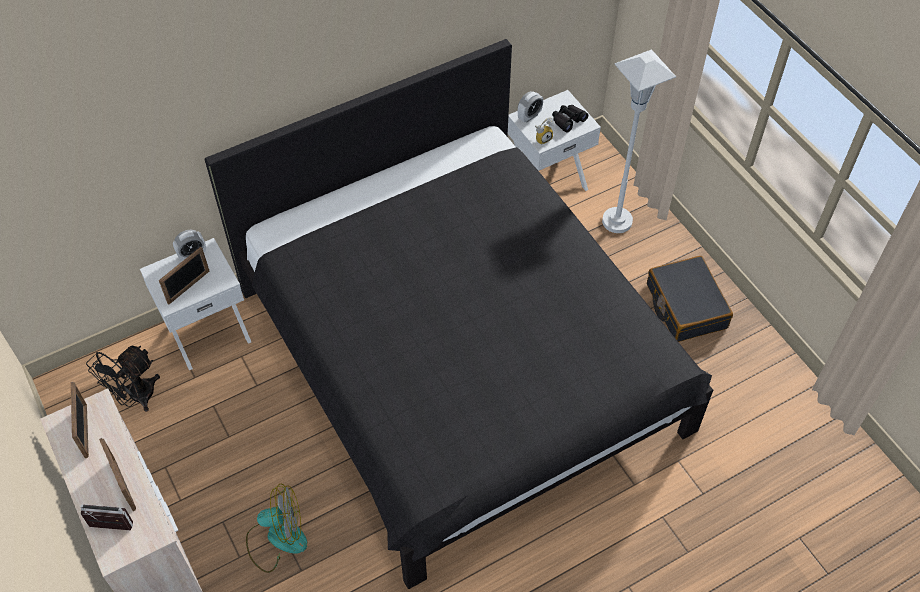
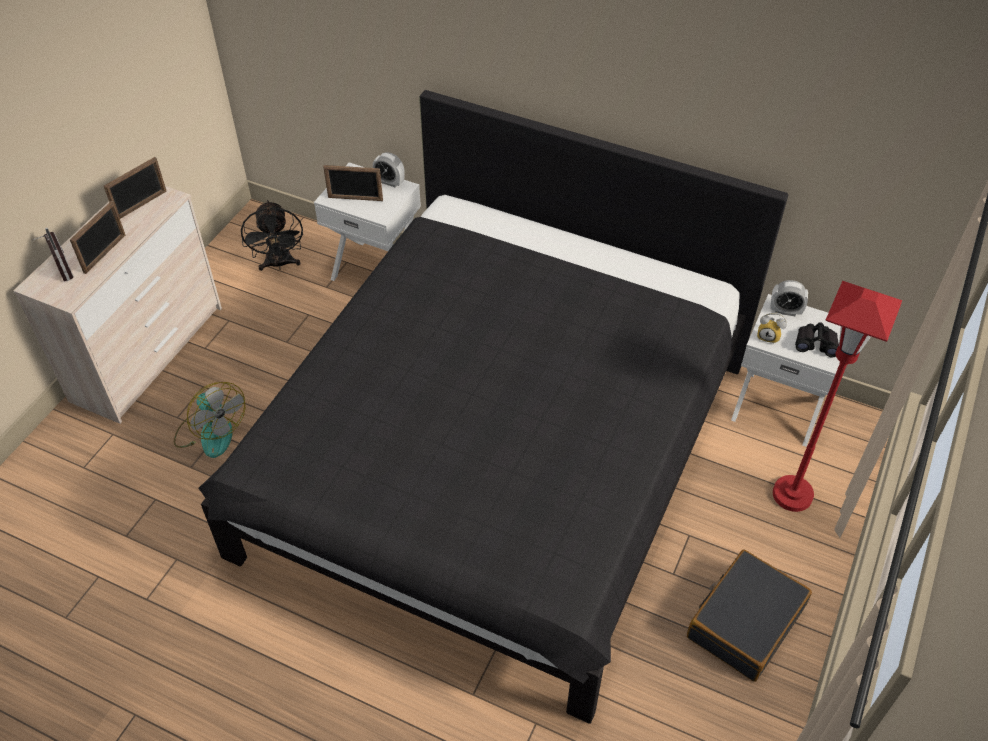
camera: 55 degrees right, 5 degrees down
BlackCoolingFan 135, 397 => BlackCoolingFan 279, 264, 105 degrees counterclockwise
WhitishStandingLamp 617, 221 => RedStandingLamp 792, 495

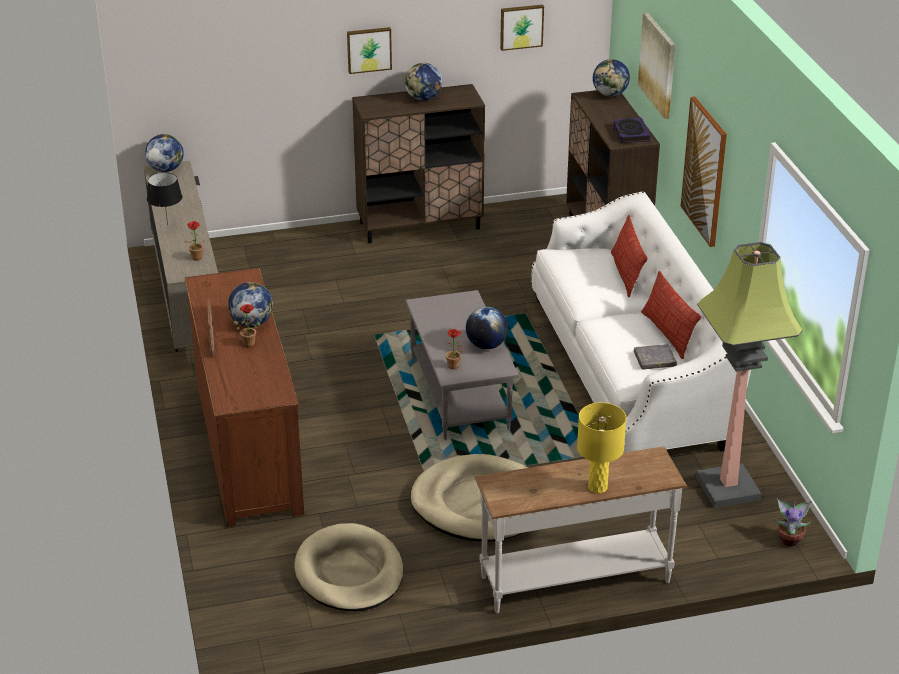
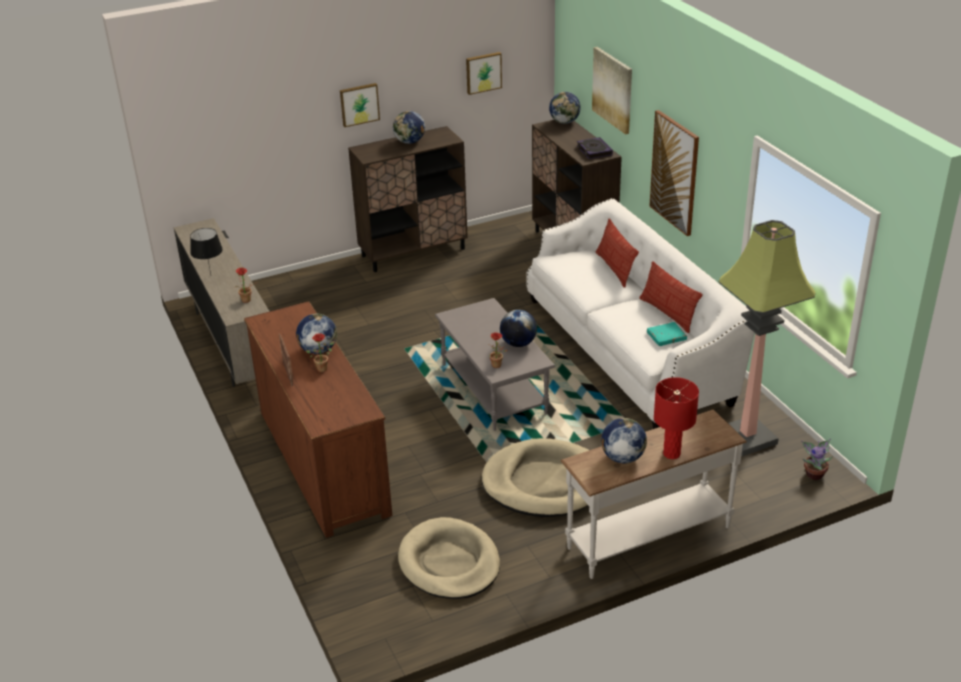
camera: 10 degrees left, 0 degrees up
WorldGlobe 166, 169 => WorldGlobe 622, 457, moved
YellowColouredTableLamp 597, 487 => RedTableLamp 671, 454
GreyVolume 654, 359 => TurquoiseColouredVolume 666, 336

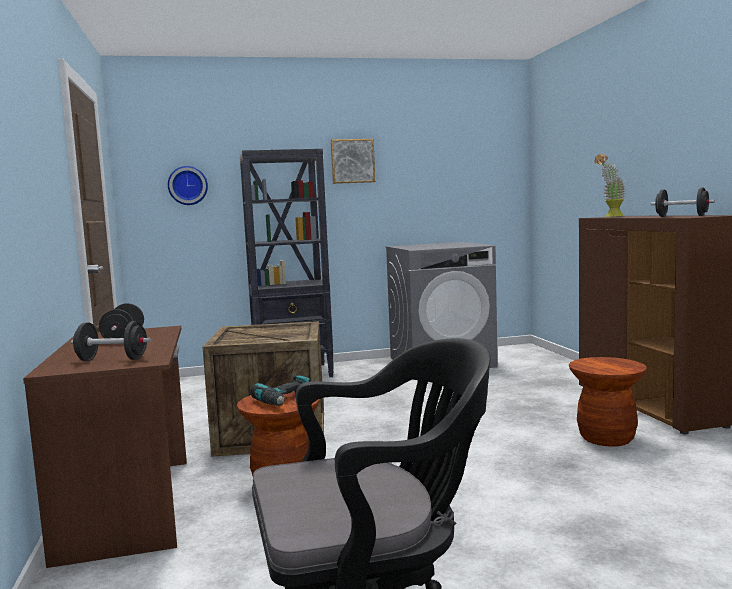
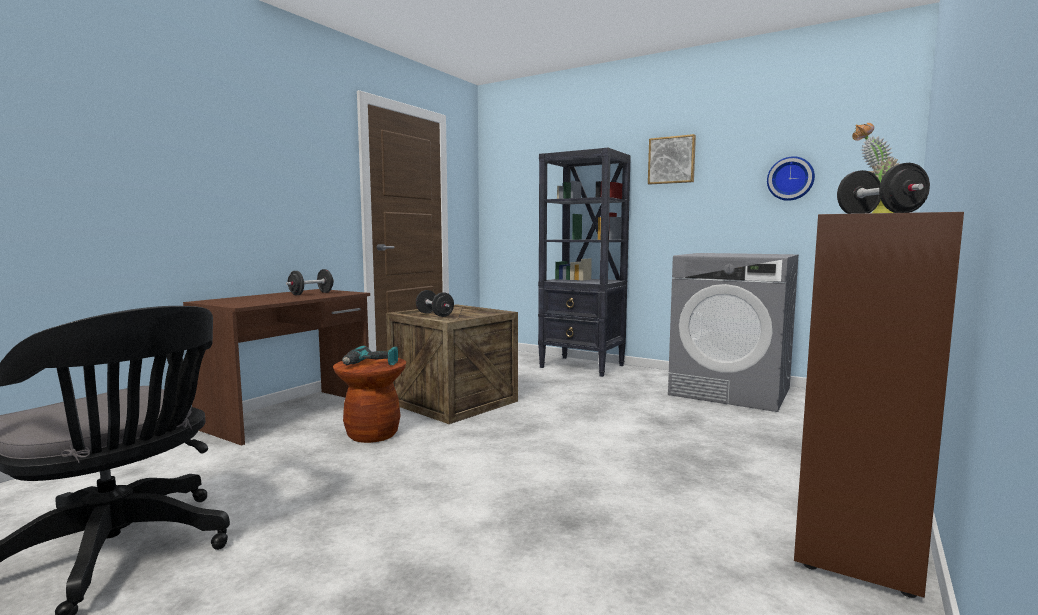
camera: 45 degrees right, 0 degrees up
BlackFreeWeight 112, 359 => BlackFreeWeight 434, 315, moved
HangingClock 188, 185 => HangingClock 790, 179, moved
BrownishStool 606, 438 => nothing

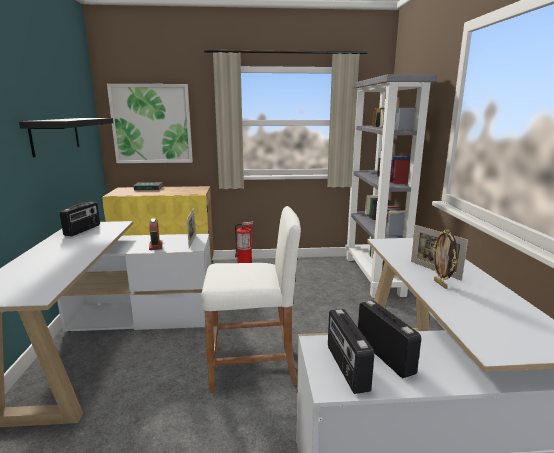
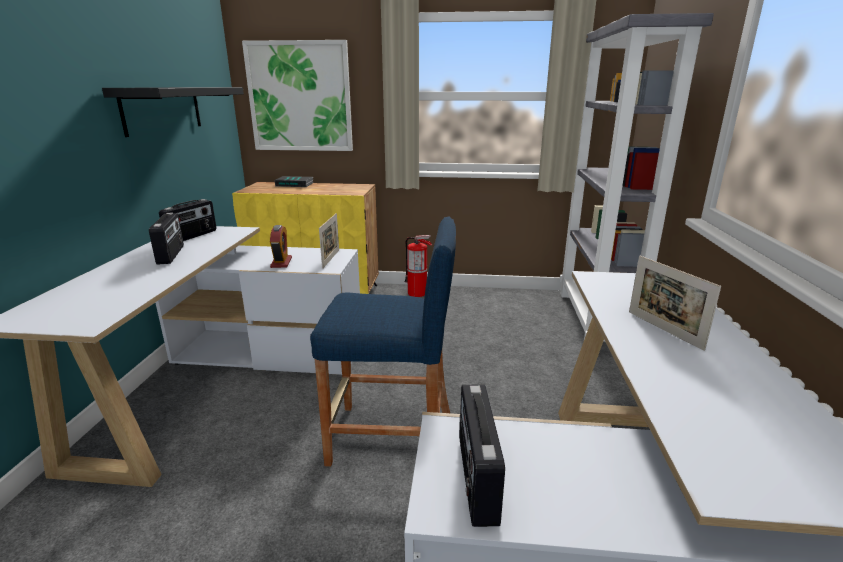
camera: 10 degrees right, 5 degrees up
WhitishStool 253, 367 => BlueColouredStool 391, 438
RadioSet 385, 355 => RadioSet 171, 254, moved
PhotoFrame 441, 284 => nothing

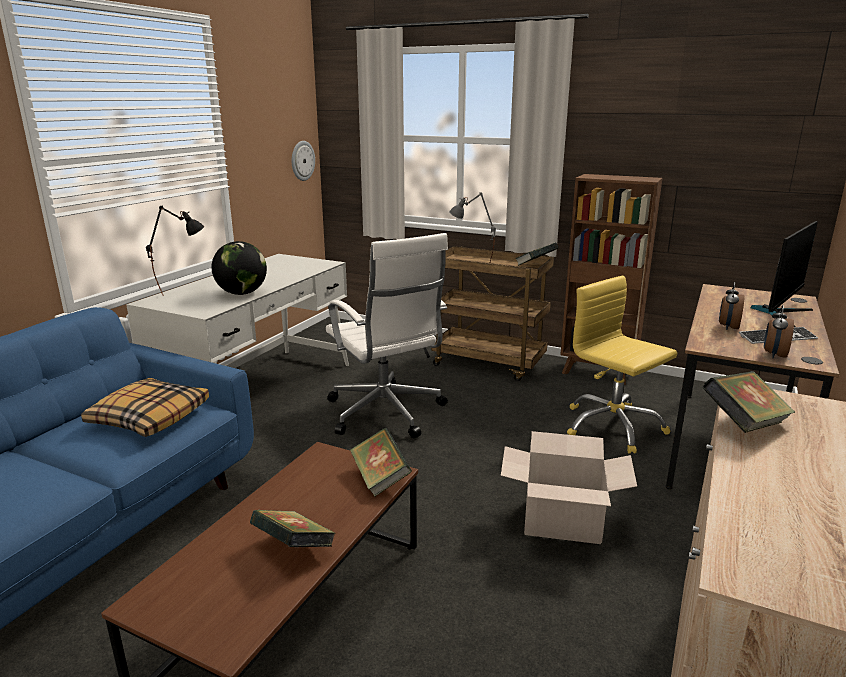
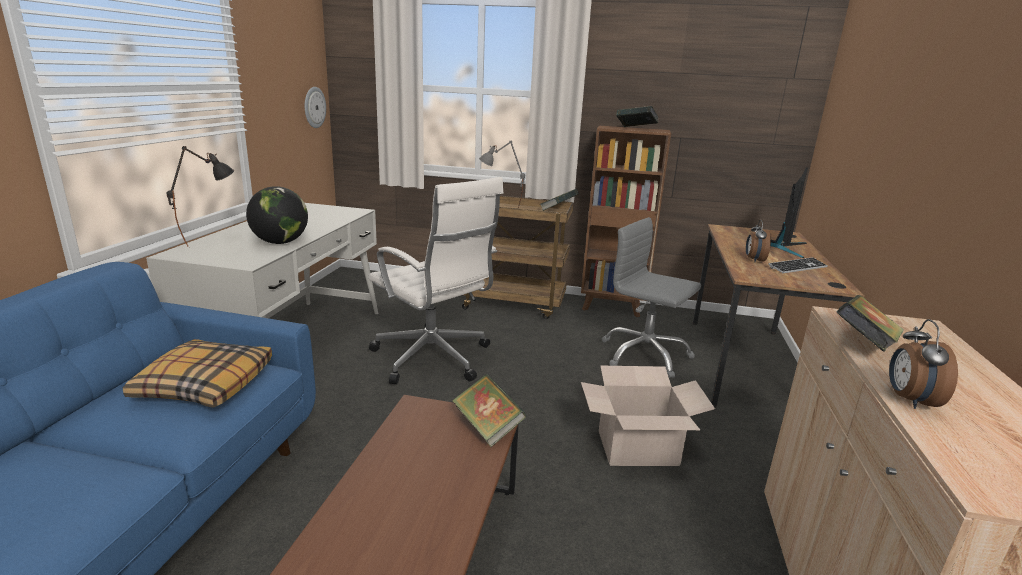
camera: 15 degrees left, 0 degrees up
Volume 294, 548 => Volume 636, 129, moved
YellowColouredDeskChair 612, 426 => GreyDeskChair 644, 355
BedsideClock 774, 355 => BedsideClock 909, 400, moved

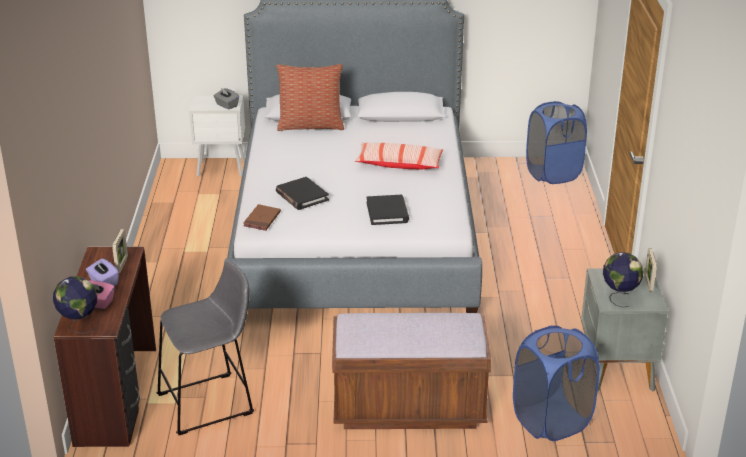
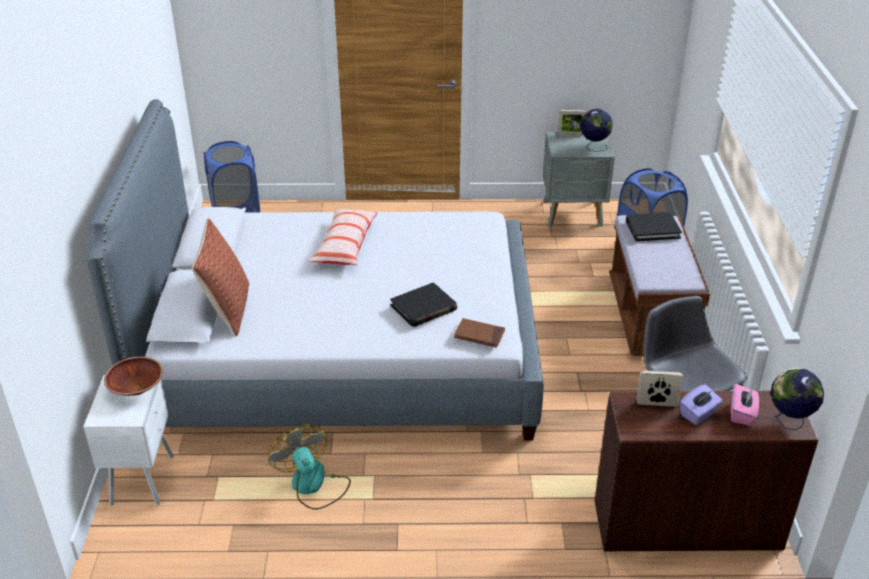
camera: 90 degrees left, 5 degrees up
GreyTissueHolder 226, 105 => BrownishBowl 136, 388
BlackVolume 387, 212 => BlackVolume 652, 229, moved
nothing => CoolingFan 313, 485

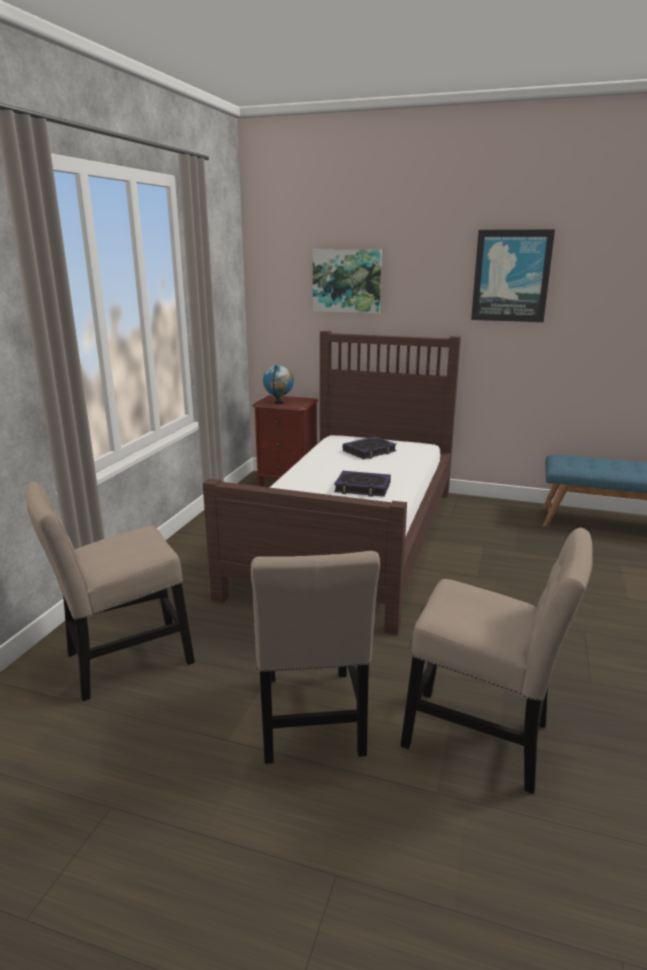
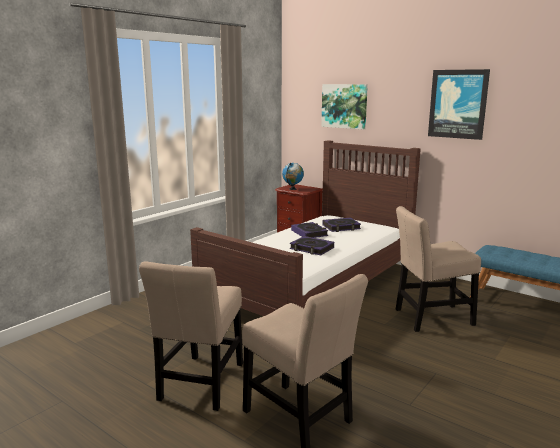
camera: 20 degrees right, 5 degrees down
SandColouredPlainChair 122, 661 => SandColouredPlainChair 430, 318, moved
nothing => Volume 309, 233

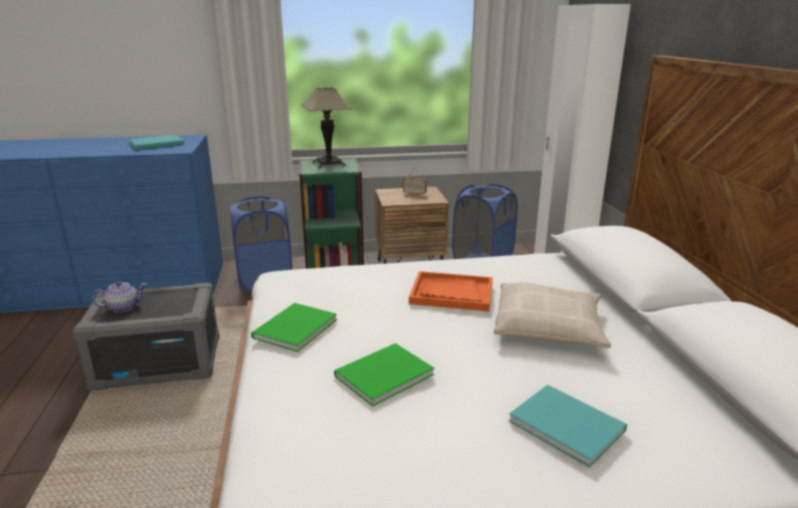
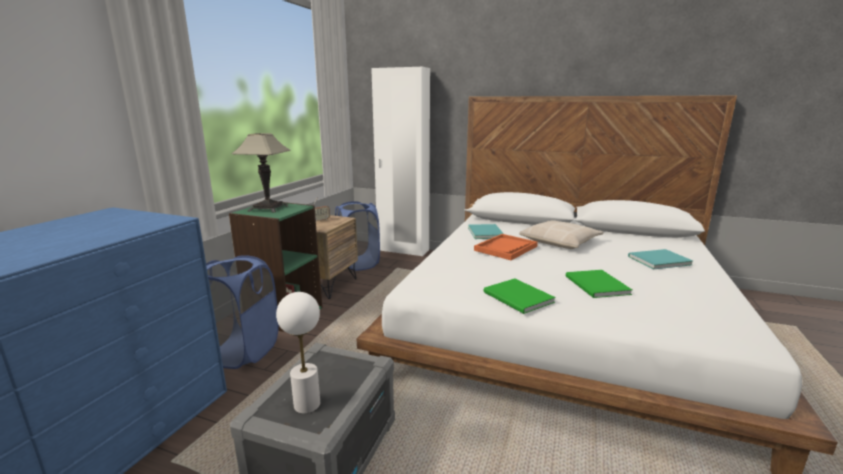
camera: 60 degrees left, 5 degrees down
TeaPot 123, 307 => WhitishTableLamp 306, 404
TurquoiseColouredVolume 158, 144 => TurquoiseColouredVolume 486, 232, moved

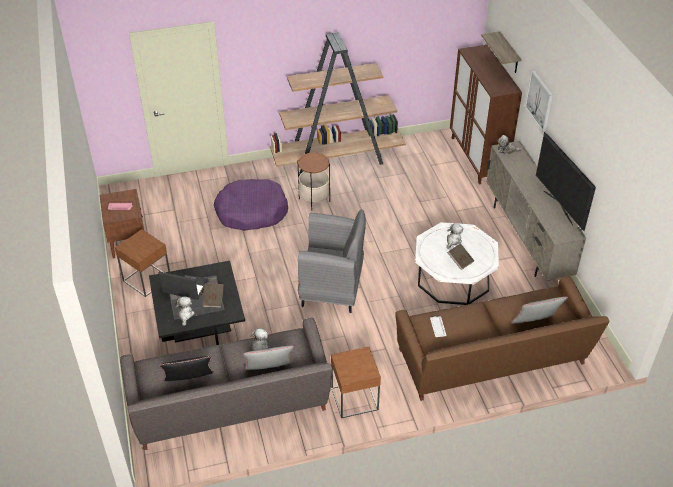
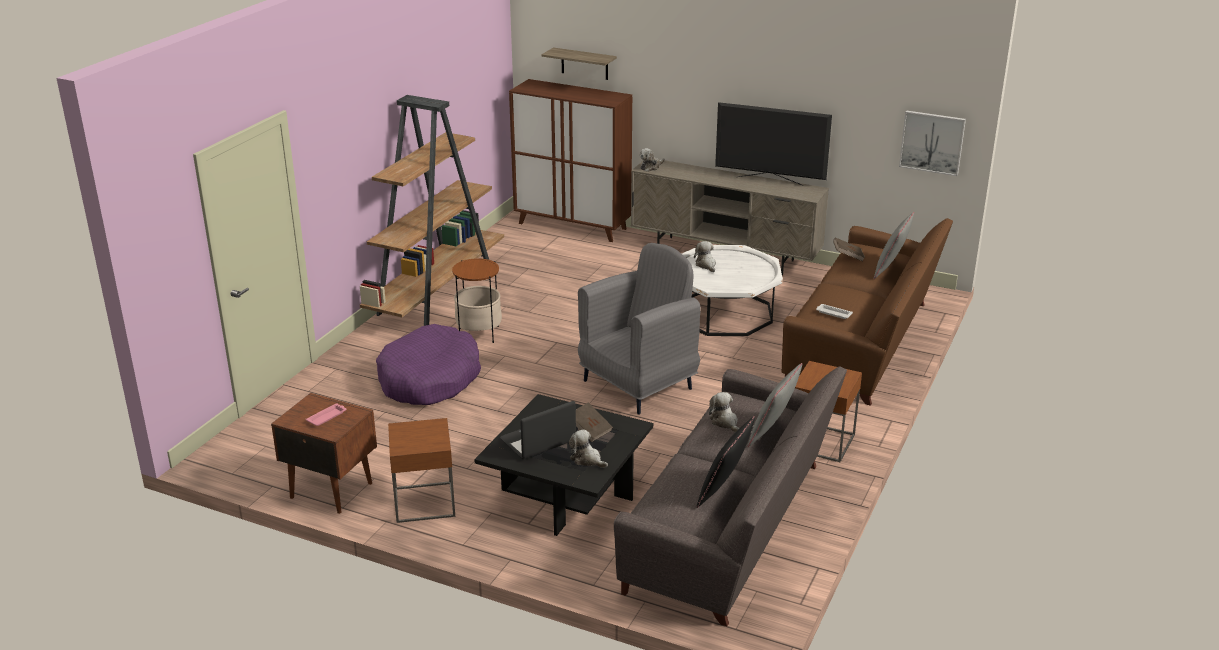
camera: 50 degrees left, 15 degrees down
BrownishVolume 460, 261 => BrownishVolume 848, 256, moved
WallArt 539, 100 => WallArt 932, 142, moved

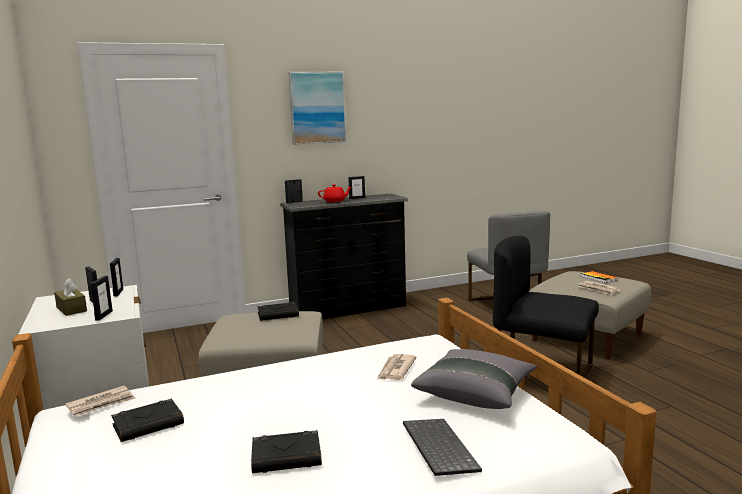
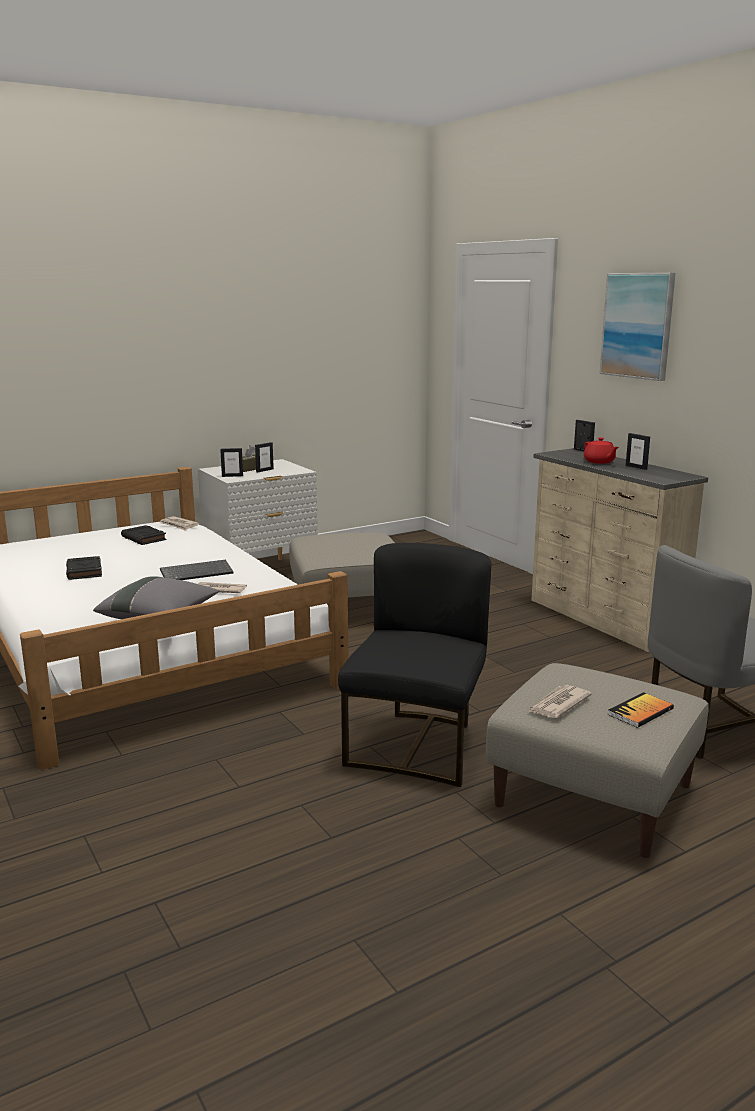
camera: 80 degrees right, 5 degrees up
PhotoFrame 118, 292 => nothing
BlackVolume 278, 314 => nothing
BlackDrawerChest 349, 309 => SandColouredDrawerChest 603, 620
Keyboard 437, 448 => Keyboard 197, 572, moved

